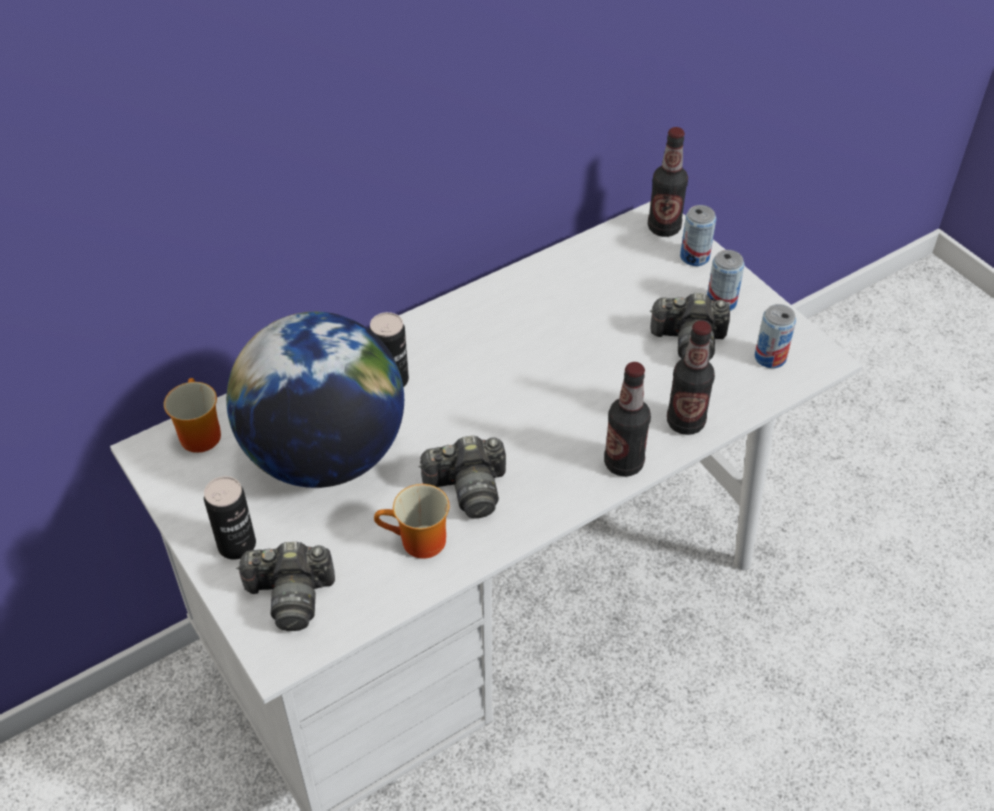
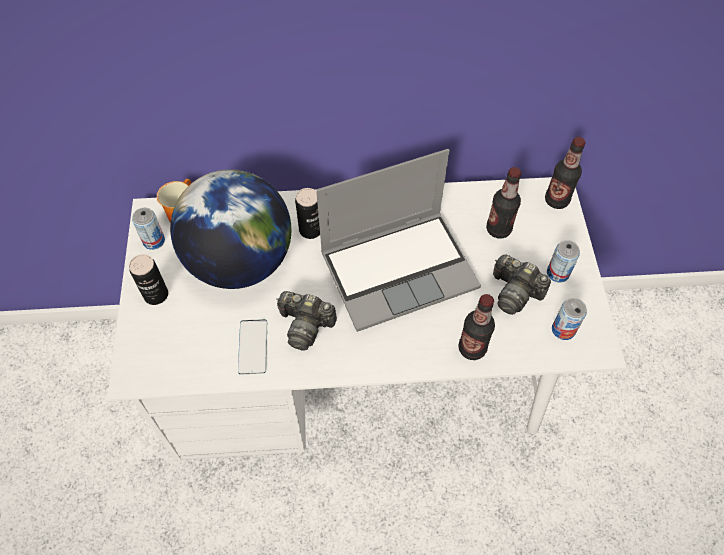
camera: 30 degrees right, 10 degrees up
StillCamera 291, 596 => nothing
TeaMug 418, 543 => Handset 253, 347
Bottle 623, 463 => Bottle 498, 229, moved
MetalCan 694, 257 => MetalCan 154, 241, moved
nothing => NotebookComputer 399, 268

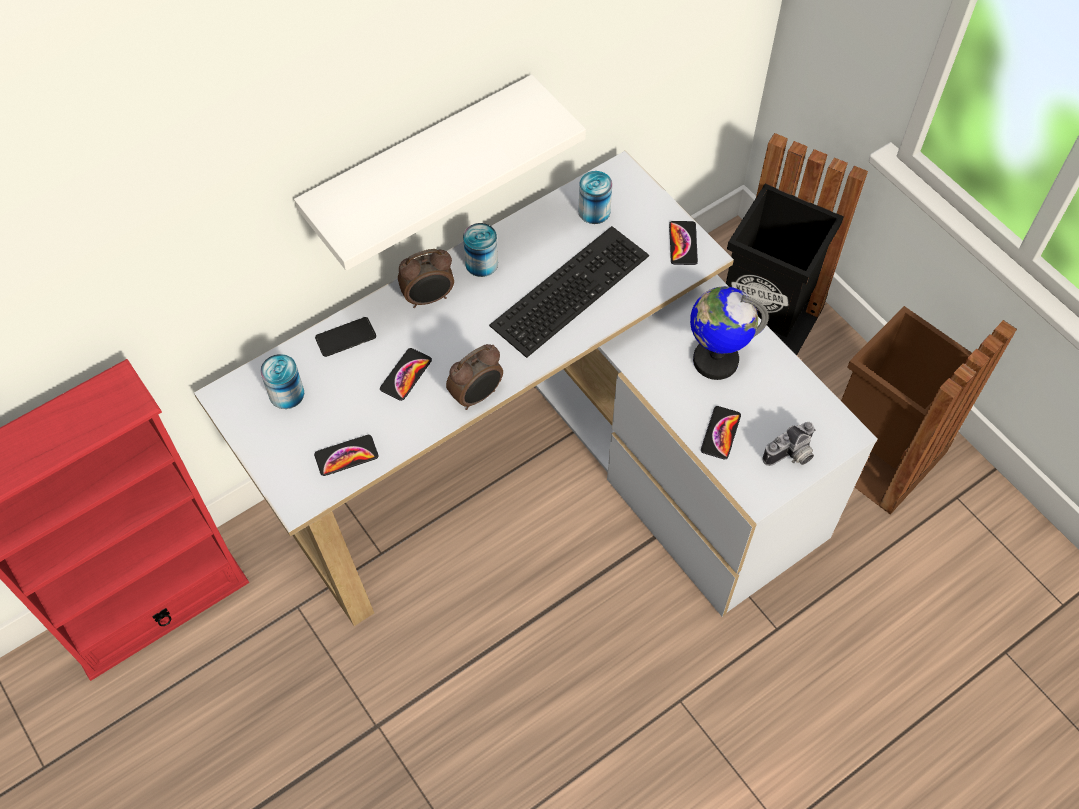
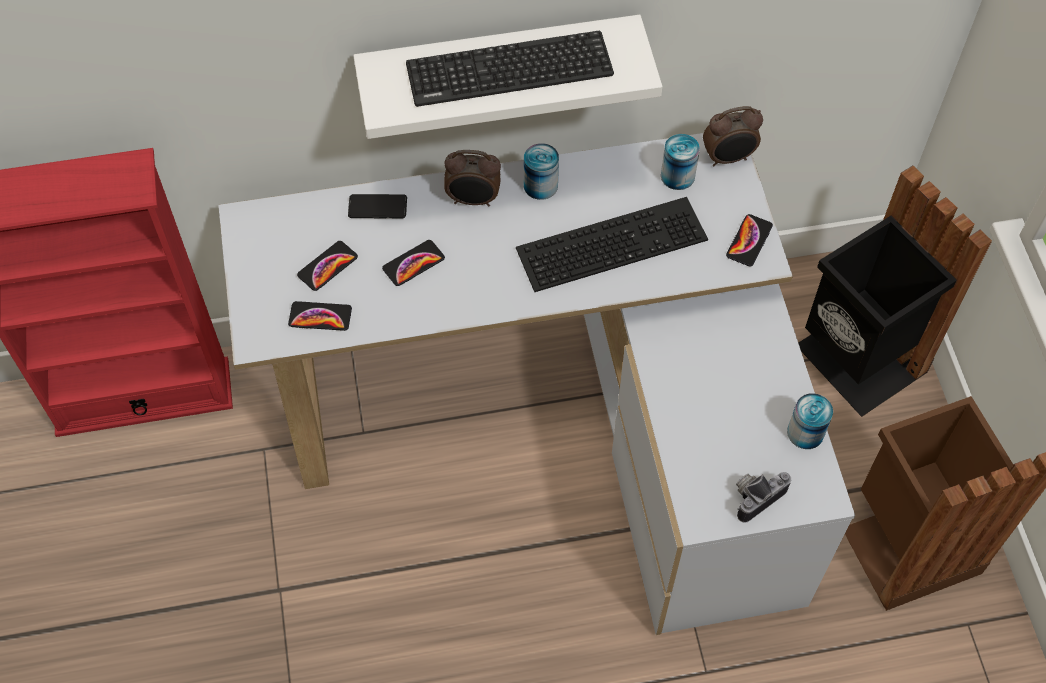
camera: 25 degrees right, 0 degrees up
MetalCan 286, 394 => MetalCan 805, 432, moved
BedsideClock 477, 396 => BedsideClock 728, 158, moved
WorldGlobe 715, 360 => nothing
Handset 720, 433 => Handset 327, 266, moved
StillCamera 791, 456 => StillCamera 755, 495, 150 degrees clockwise
nothing => Keyboard 509, 70

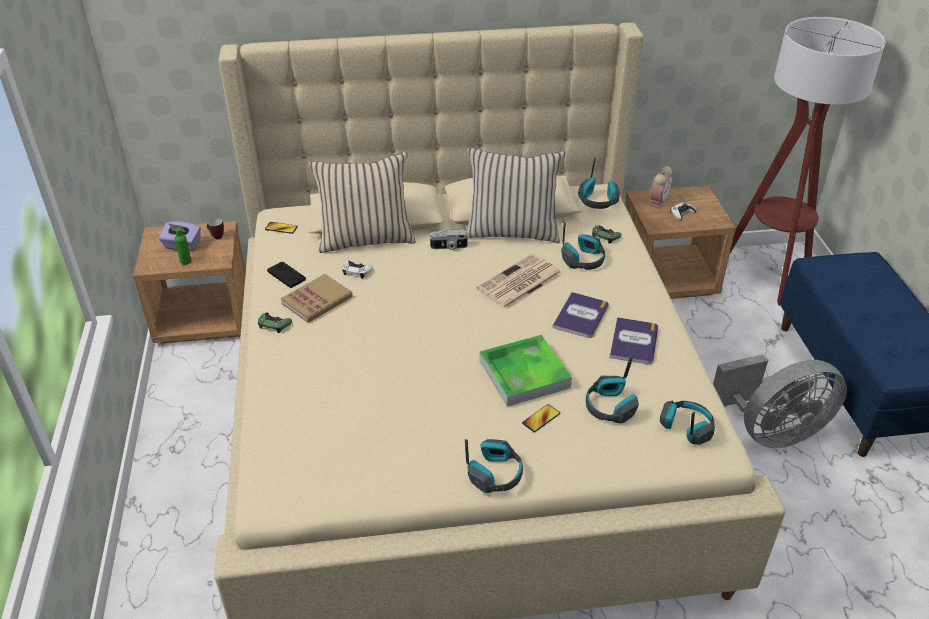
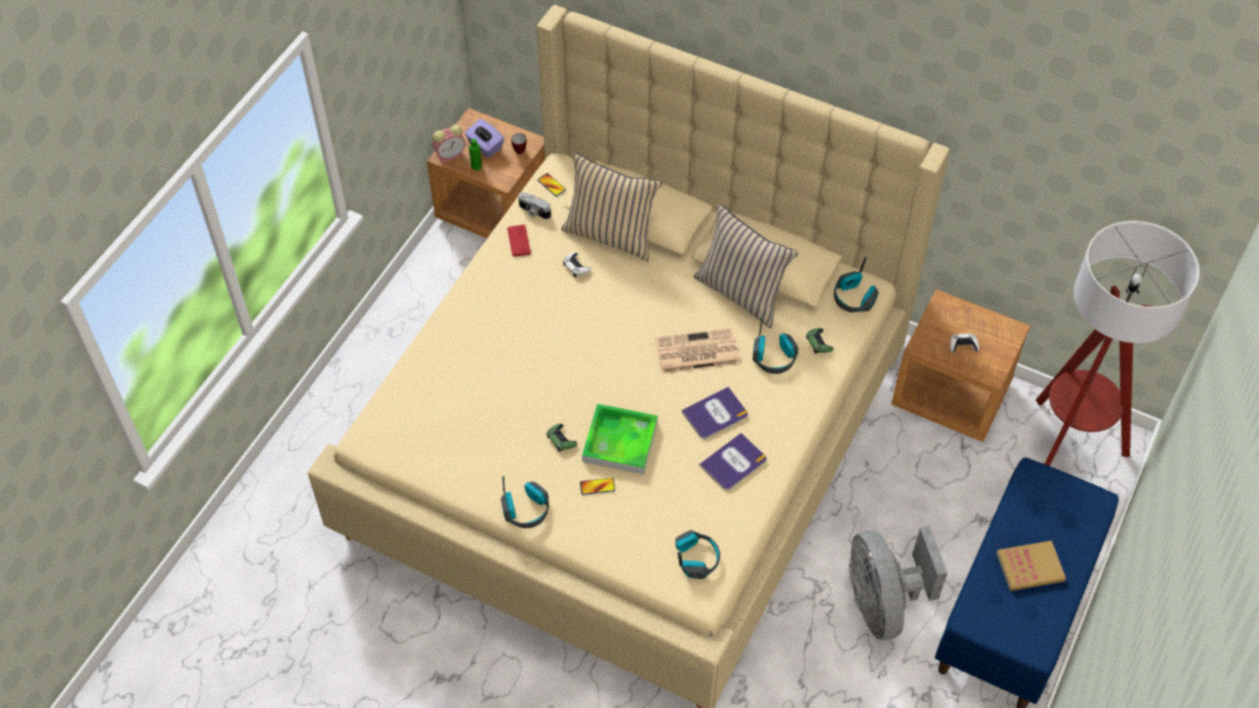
camera: 35 degrees right, 15 degrees up
GreenishGamepad 274, 324 => GreenishGamepad 561, 439, moved
BlackGamepad 286, 275 => RedGamepad 519, 241
Volume 317, 300 => Volume 1030, 567, moved
StillCamera 449, 247 => StillCamera 533, 211, moved
PairOfHeadphones 610, 407 => nothing
BedsideClock 658, 201 => BedsideClock 451, 155, moved
GreyCoolingFan 771, 432 => GreyCoolingFan 882, 603, 60 degrees clockwise

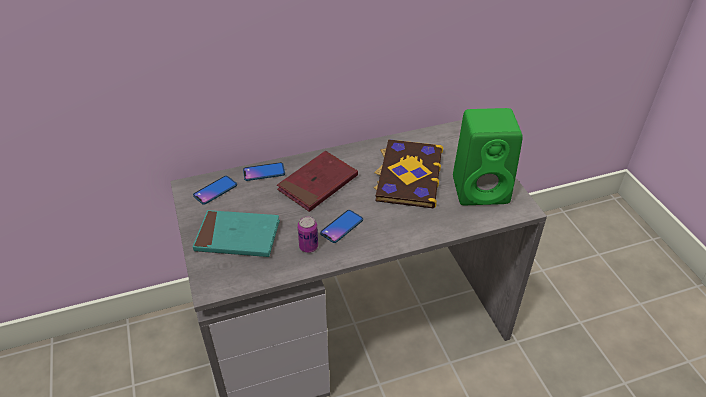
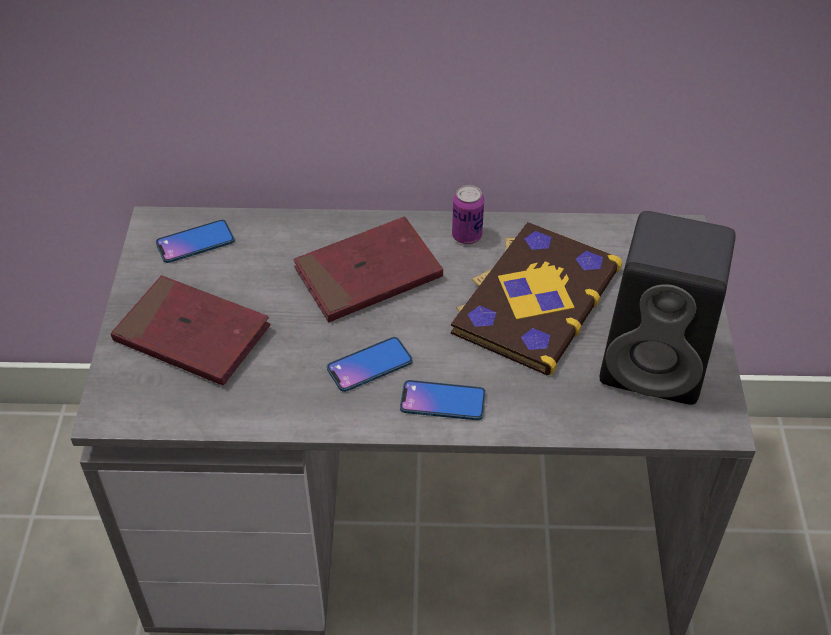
camera: 20 degrees right, 5 degrees up
TurquoiseColouredVolume 237, 237 => RedVolume 192, 335
Handset 264, 172 => Handset 443, 401, moved
MetalCan 308, 247 => MetalCan 466, 236, moved
GreenishLoudspeaker 482, 189 => BlackLoudspeaker 658, 363

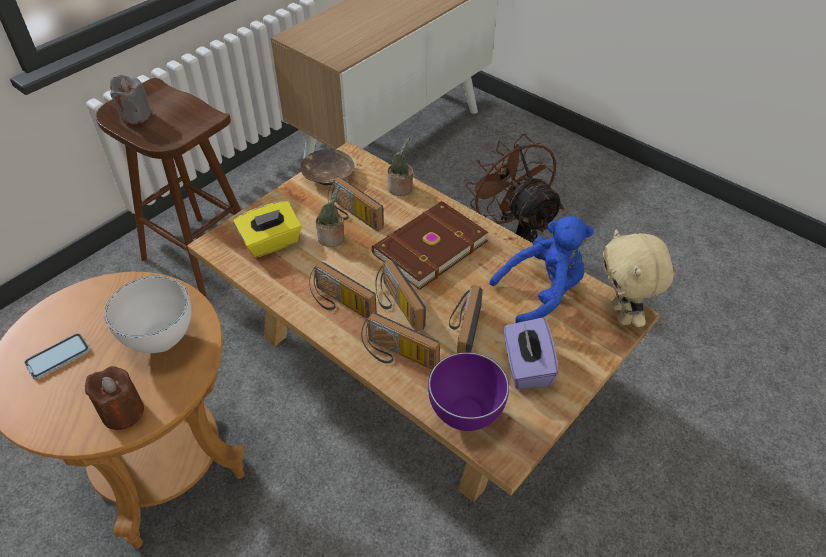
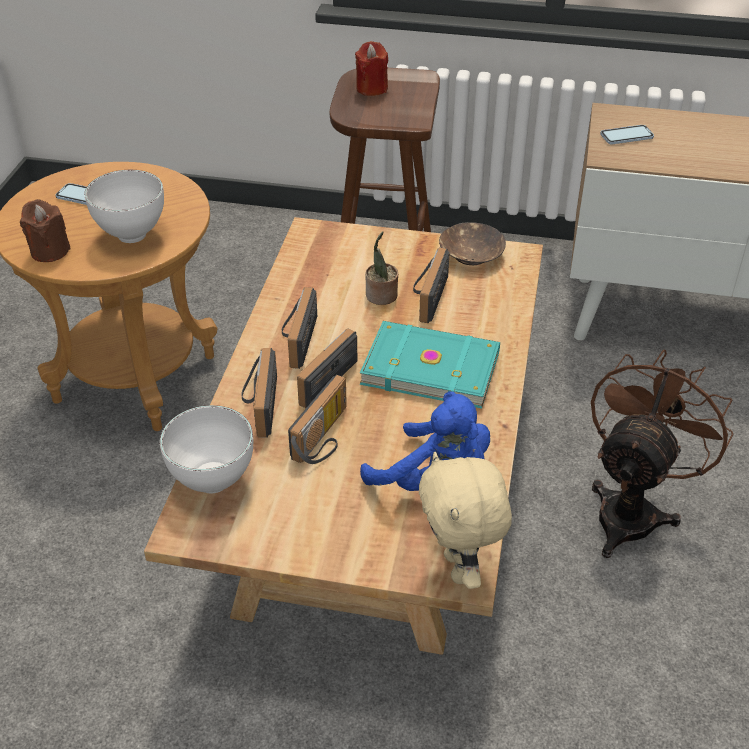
camera: 60 degrees right, 5 degrees down
GreyCandle 135, 116 => RedCandle 372, 88
YellowColouredTissueHolder 271, 243 => nothing
BrownishVolume 428, 247 => TurquoiseColouredVolume 430, 366
Houseplant 401, 189 => nothing
PurplishBowl 463, 417 => WhitishBowl 211, 481
RadioSet 461, 331 => RadioSet 325, 438, 135 degrees clockwise
PurplishTissueHolder 526, 367 => nothing
SandColouredPlushToy 622, 314 => SandColouredPlushToy 460, 568, 60 degrees counterclockwise
nothing => Handset 626, 136

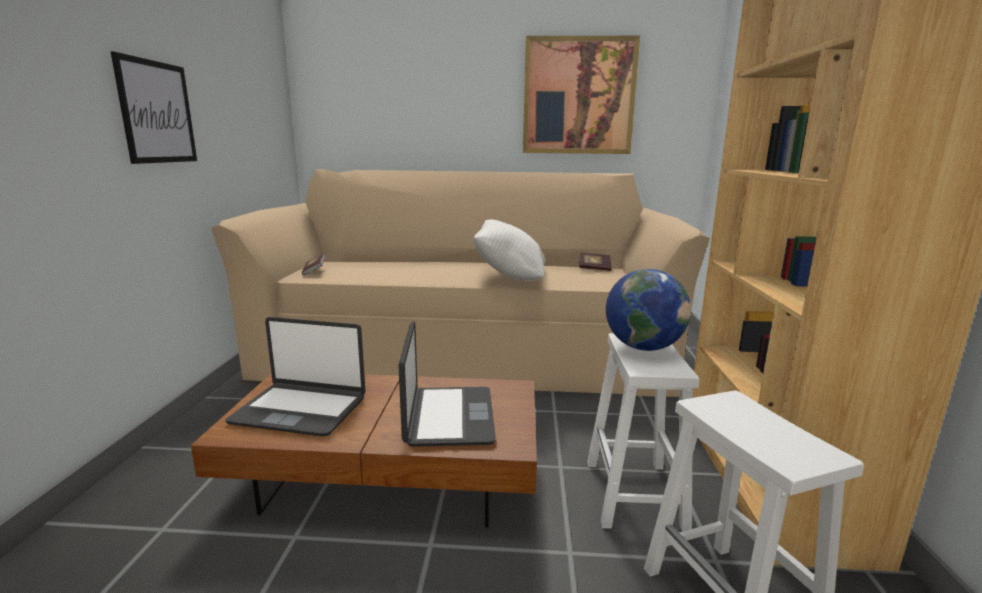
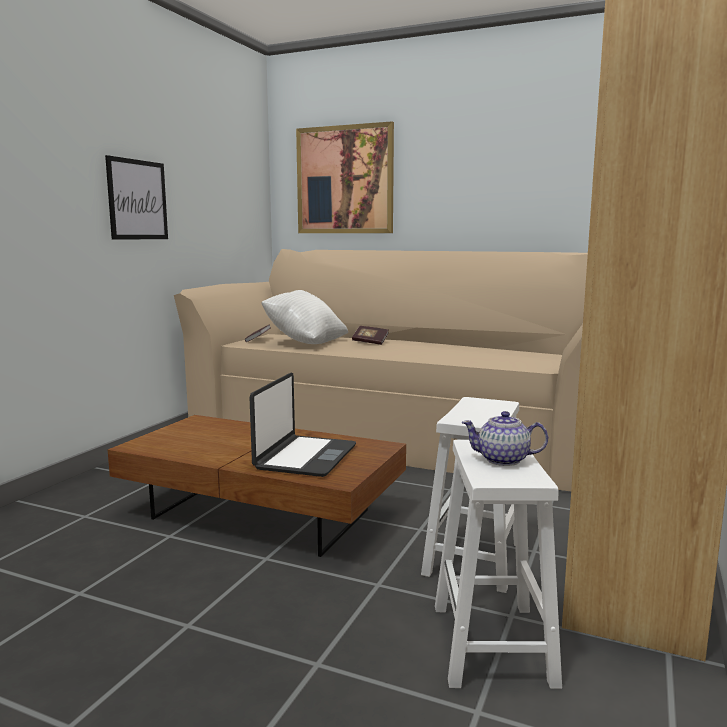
camera: 20 degrees right, 5 degrees down
NotebookComputer 300, 410 => nothing
WhitishCushion 510, 277 => WhitishCushion 305, 342, moved
WallArt 578, 96 => WallArt 345, 180, moved
Volume 594, 268 => Volume 370, 342, moved
WorldGlobe 643, 347 => nothing
nothing => TeaPot 503, 460

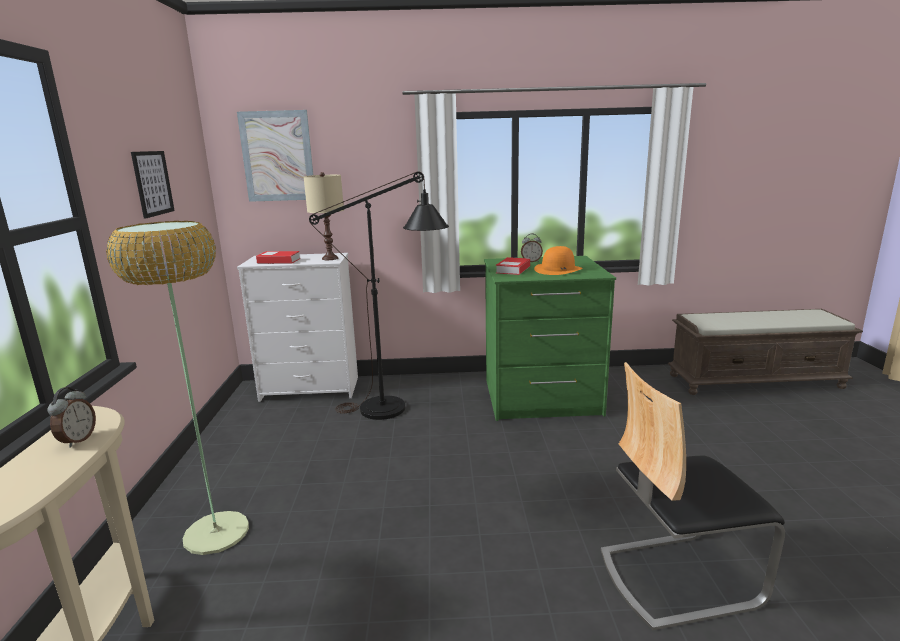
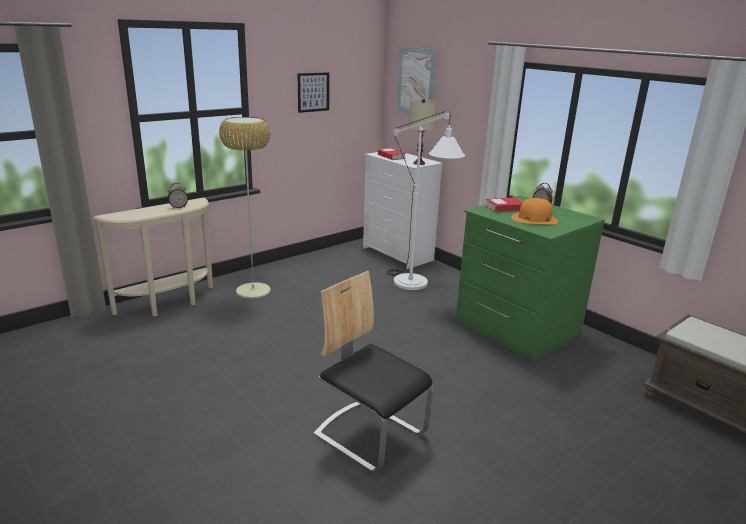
camera: 50 degrees right, 5 degrees up
BlackStandingLamp 396, 409 => WhitishStandingLamp 416, 286

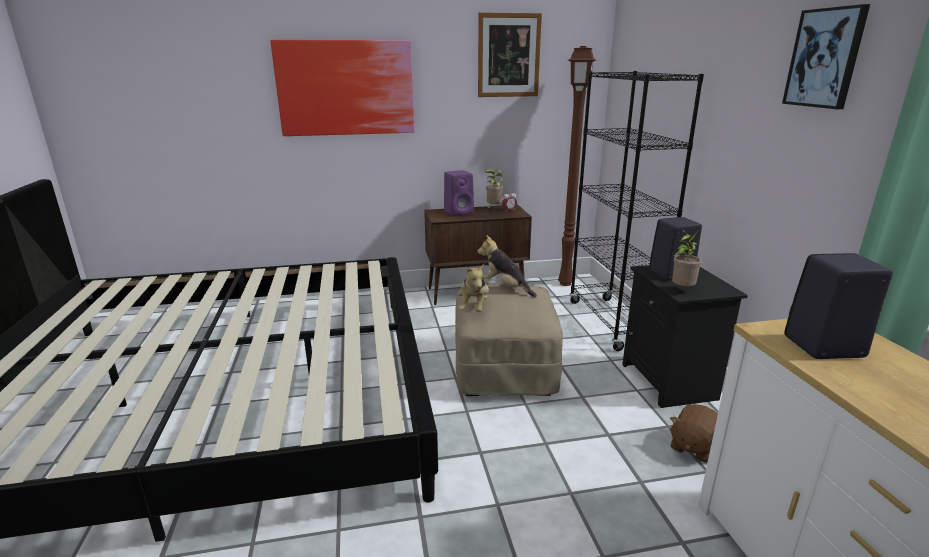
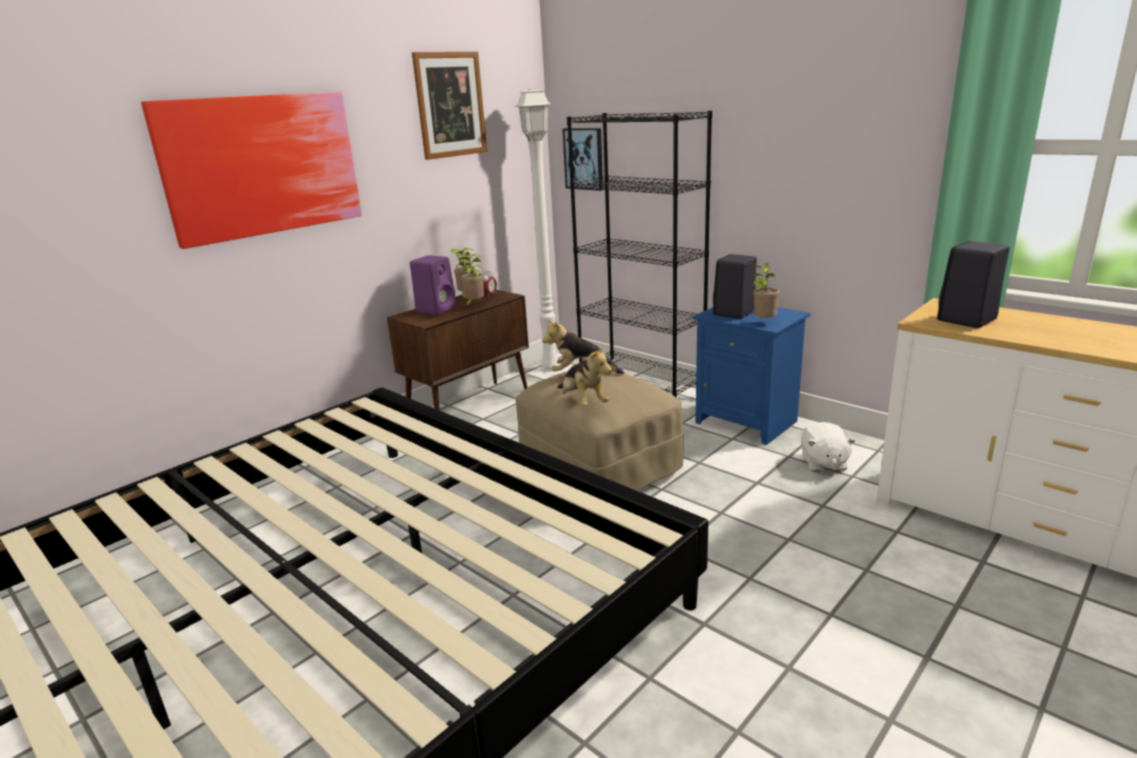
camera: 35 degrees left, 0 degrees up
BrownishStandingLamp 564, 284 => WhitishStandingLamp 550, 369
BlackNightstand 670, 382 => BlueColouredNightstand 748, 422
BrownishPlushToy 693, 447 => WhitishPlushToy 823, 463
WallArt 825, 58 => WallArt 584, 159, moved
nothing => Houseplant 473, 305

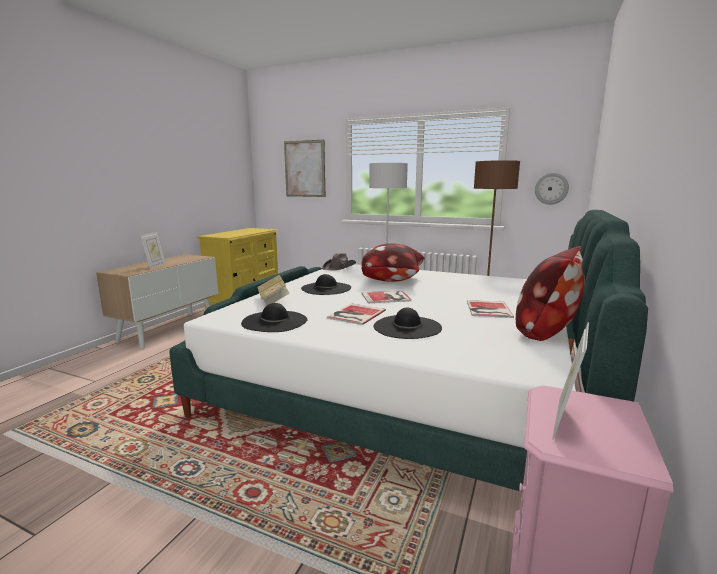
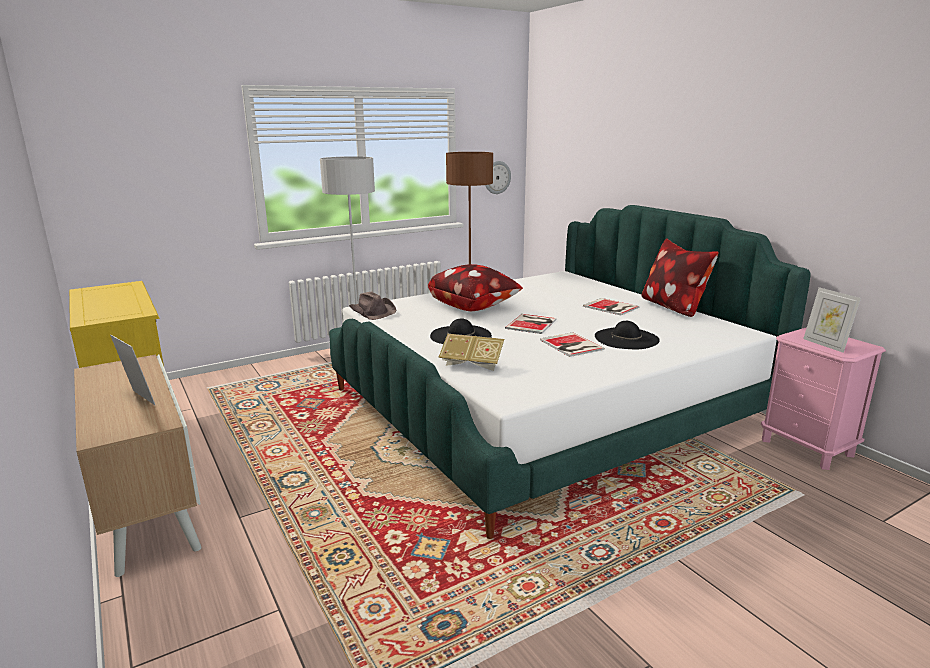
camera: 55 degrees left, 5 degrees up
BlackClothingHat 274, 321 => nothing
WallArt 304, 169 => nothing

